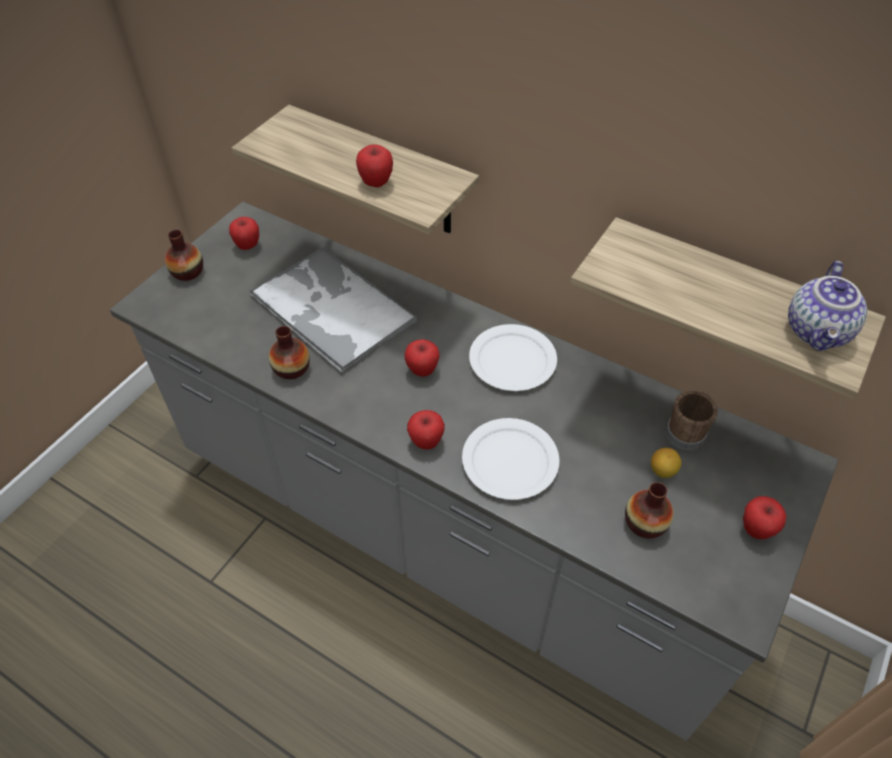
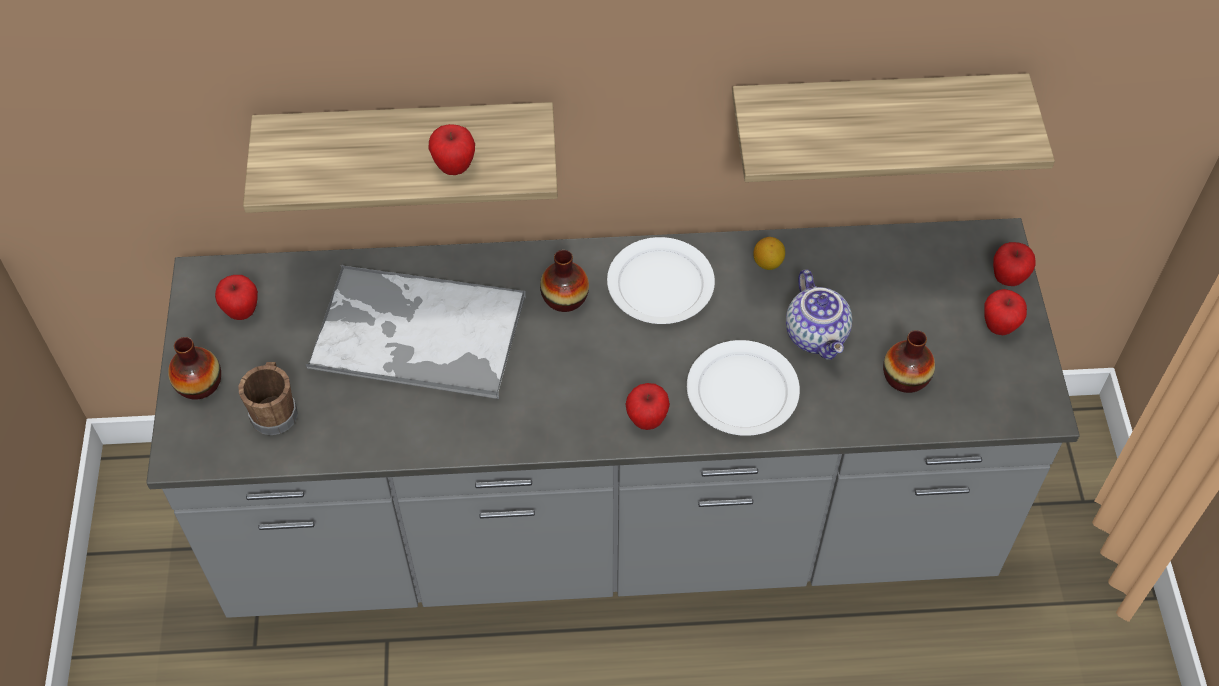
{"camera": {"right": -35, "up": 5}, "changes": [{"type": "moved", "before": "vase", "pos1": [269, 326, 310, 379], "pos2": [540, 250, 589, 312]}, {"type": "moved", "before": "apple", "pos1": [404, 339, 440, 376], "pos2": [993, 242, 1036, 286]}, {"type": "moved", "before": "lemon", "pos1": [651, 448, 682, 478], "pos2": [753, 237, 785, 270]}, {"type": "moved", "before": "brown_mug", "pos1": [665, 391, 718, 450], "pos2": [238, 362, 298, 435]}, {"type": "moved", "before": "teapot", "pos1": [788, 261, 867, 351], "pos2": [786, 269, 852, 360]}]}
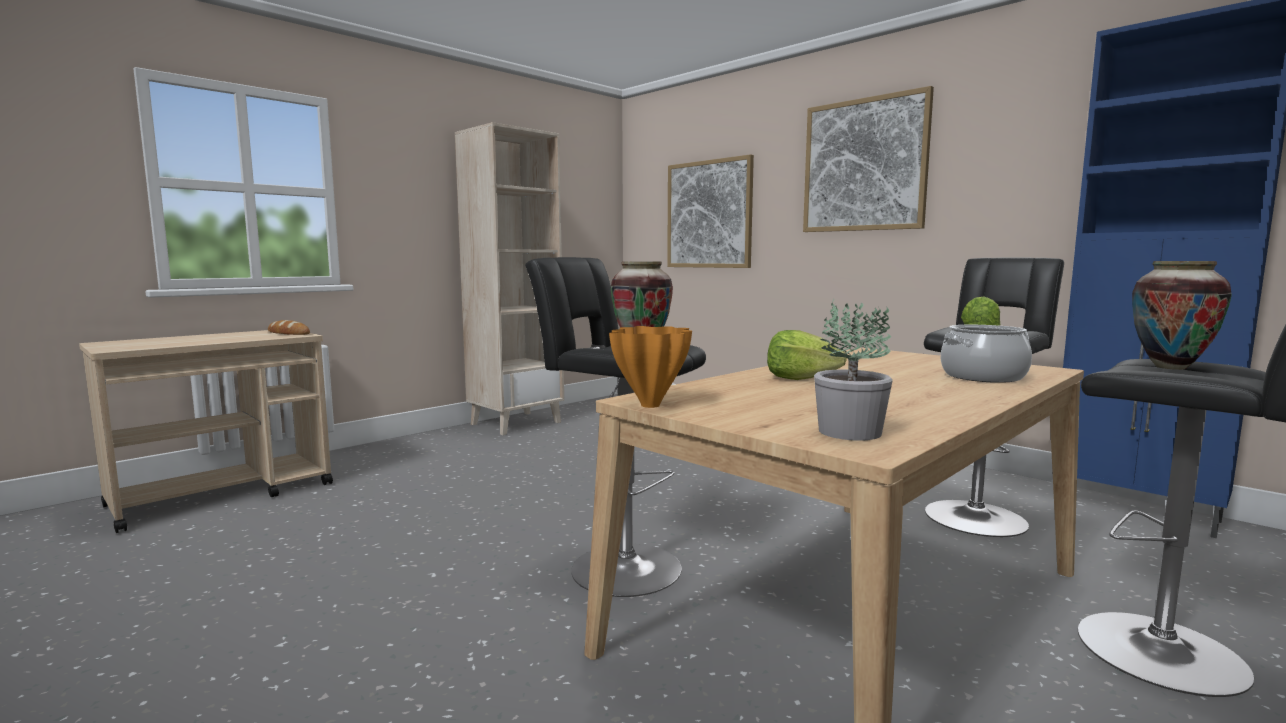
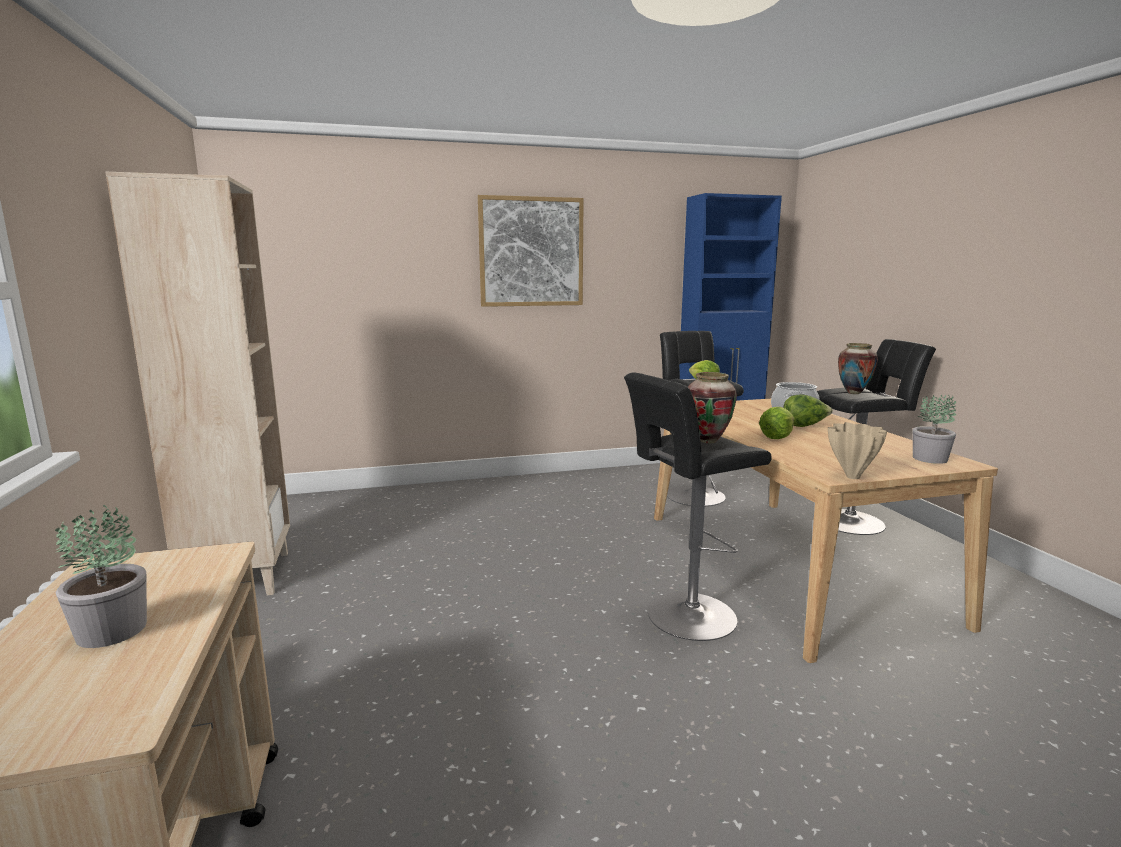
{"camera": {"right": -60, "up": 5}, "changes": [{"type": "removed", "before": "bread", "pos1": [268, 320, 310, 335]}, {"type": "removed", "before": "picture", "pos1": [667, 154, 754, 268]}, {"type": "added", "after": "potted_plant", "pos2": [55, 505, 147, 648]}, {"type": "added", "after": "lettuce", "pos2": [783, 394, 833, 427]}, {"type": "recoloured", "before": "orange_vase", "after": "beige_vase", "pos1": [609, 326, 692, 408], "pos2": [828, 422, 887, 479]}]}
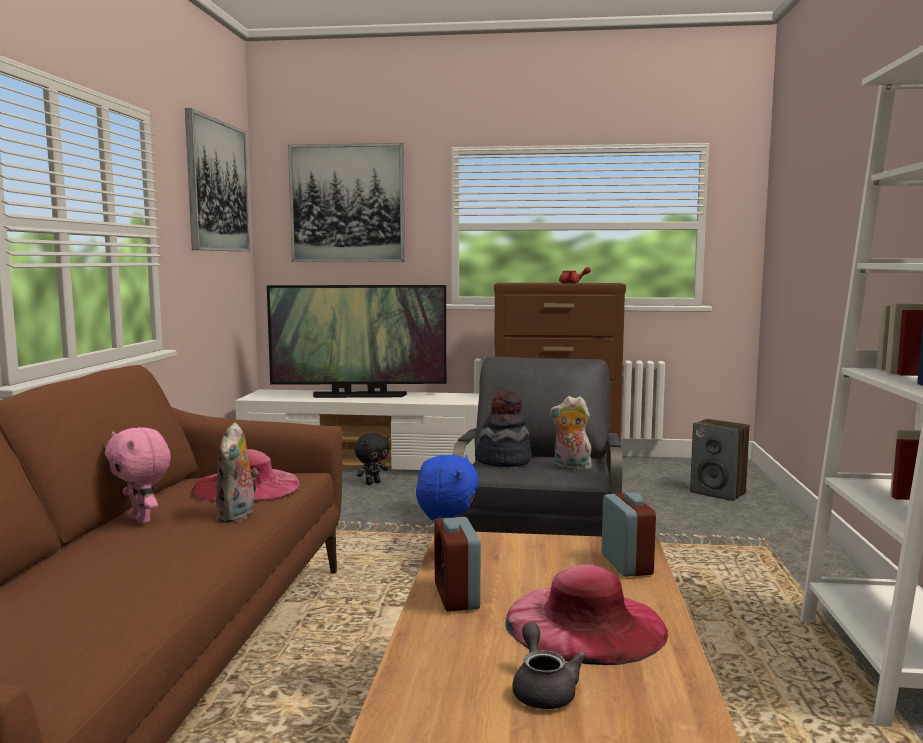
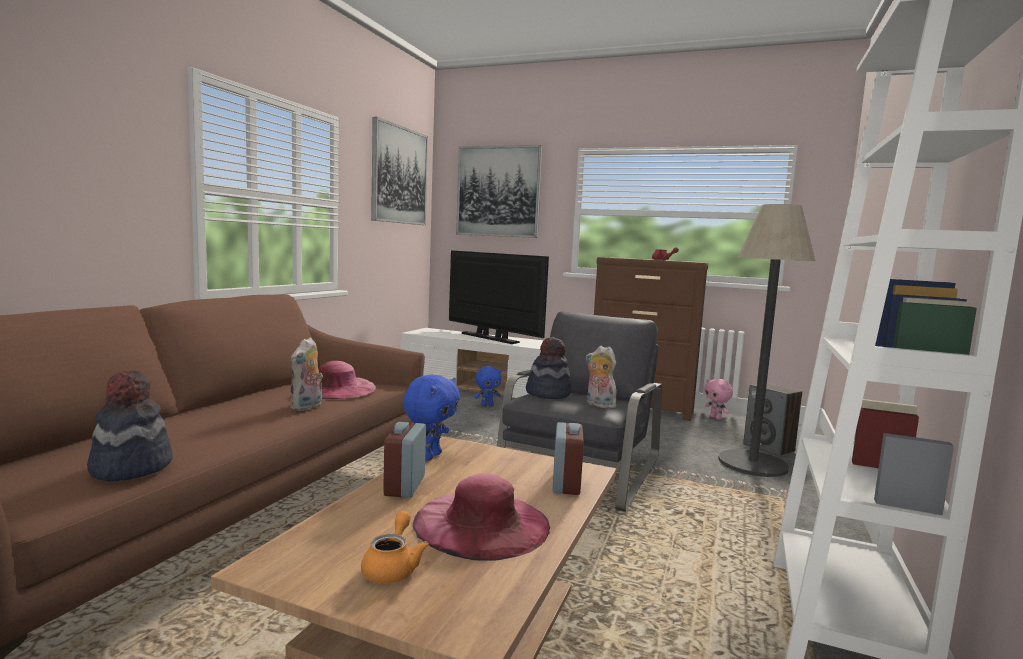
{"camera": {"right": 15, "up": 0}, "changes": [{"type": "added", "after": "hat", "pos2": [87, 370, 173, 482]}, {"type": "added", "after": "floor_lamp", "pos2": [718, 204, 815, 477]}, {"type": "moved", "before": "pink_plush_toy", "pos1": [105, 427, 171, 524], "pos2": [704, 379, 733, 420]}, {"type": "recoloured", "before": "black_plush_toy", "after": "blue_plush_toy", "pos1": [354, 433, 390, 485], "pos2": [475, 366, 502, 406]}, {"type": "recoloured", "before": "grey_teapot", "after": "orange_teapot", "pos1": [512, 622, 586, 709], "pos2": [361, 511, 429, 583]}, {"type": "turned", "before": "television", "pos1": [267, 285, 446, 398], "pos2": [449, 250, 549, 344], "turn": -150}]}
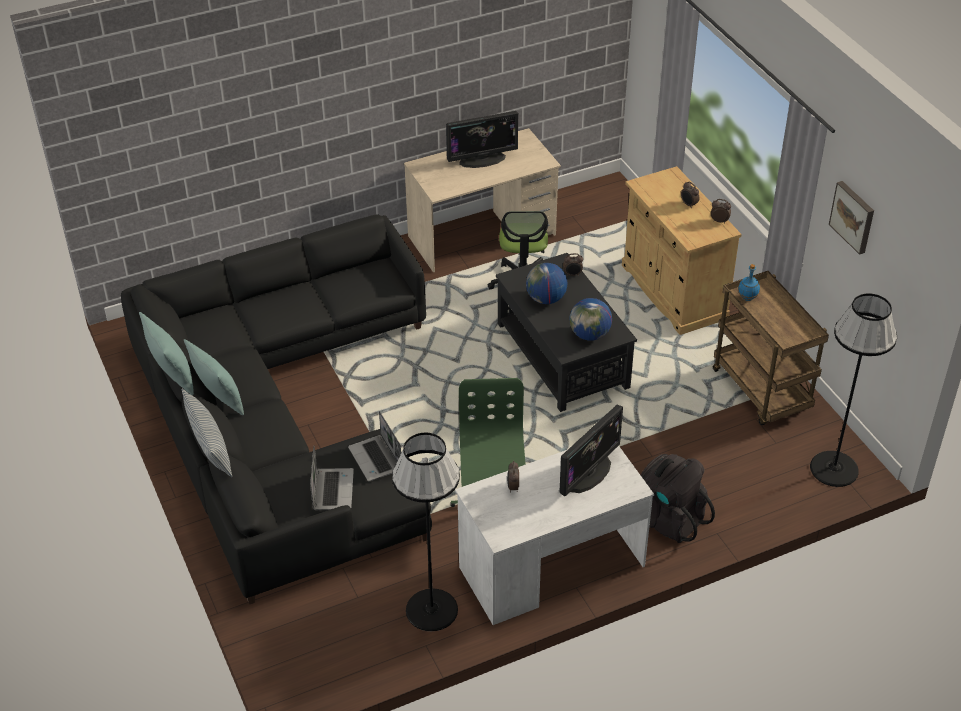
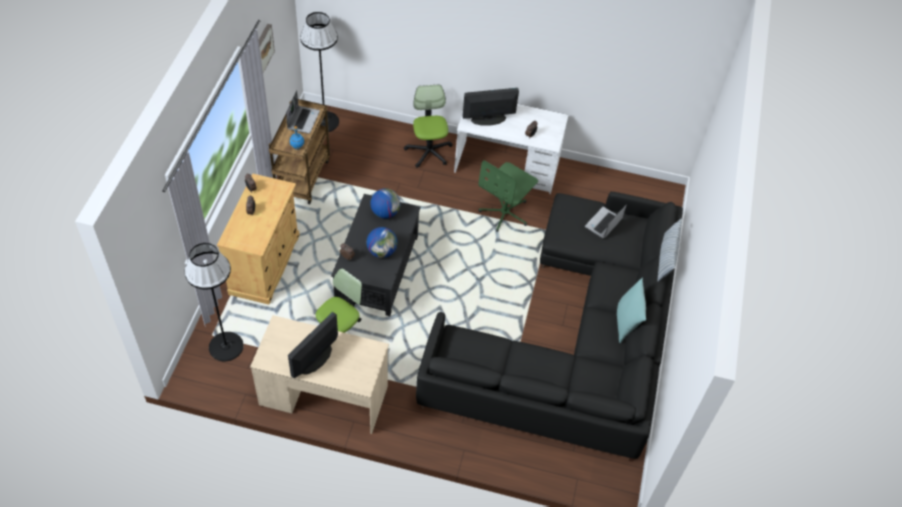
{"camera": {"right": -145, "up": 10}, "changes": [{"type": "removed", "before": "turquoise_pillow", "pos1": [139, 312, 194, 395]}, {"type": "moved", "before": "laptop", "pos1": [348, 411, 401, 481], "pos2": [286, 90, 320, 134]}, {"type": "moved", "before": "black_floor_lamp", "pos1": [392, 433, 460, 631], "pos2": [185, 243, 244, 361]}, {"type": "replaced", "before": "black_backpack", "after": "office_chair", "pos1": [641, 454, 715, 543], "pos2": [404, 85, 453, 168]}, {"type": "turned", "before": "monitor", "pos1": [446, 111, 518, 168], "pos2": [288, 312, 338, 378], "turn": -75}]}
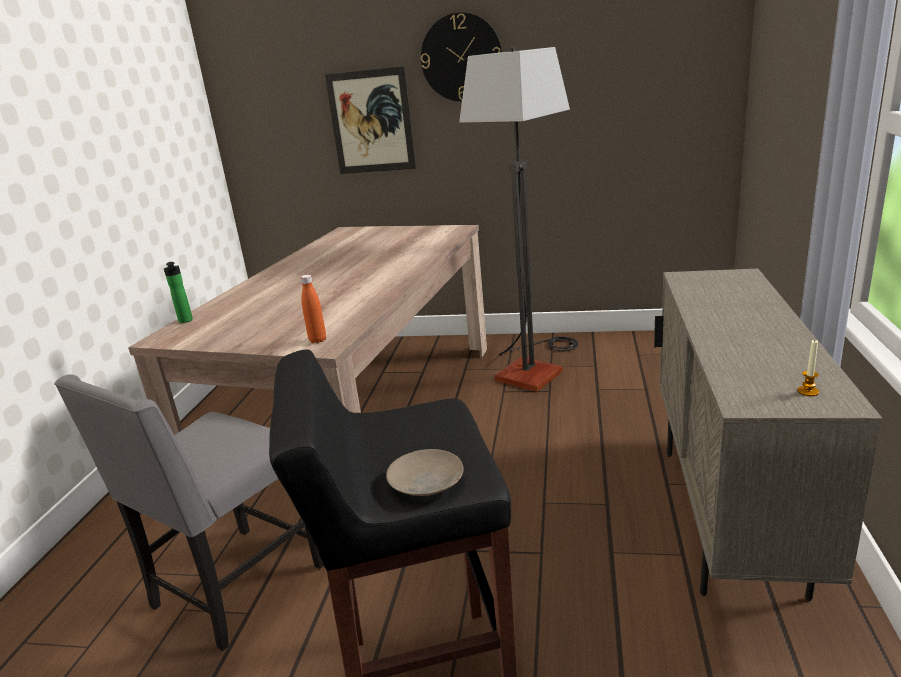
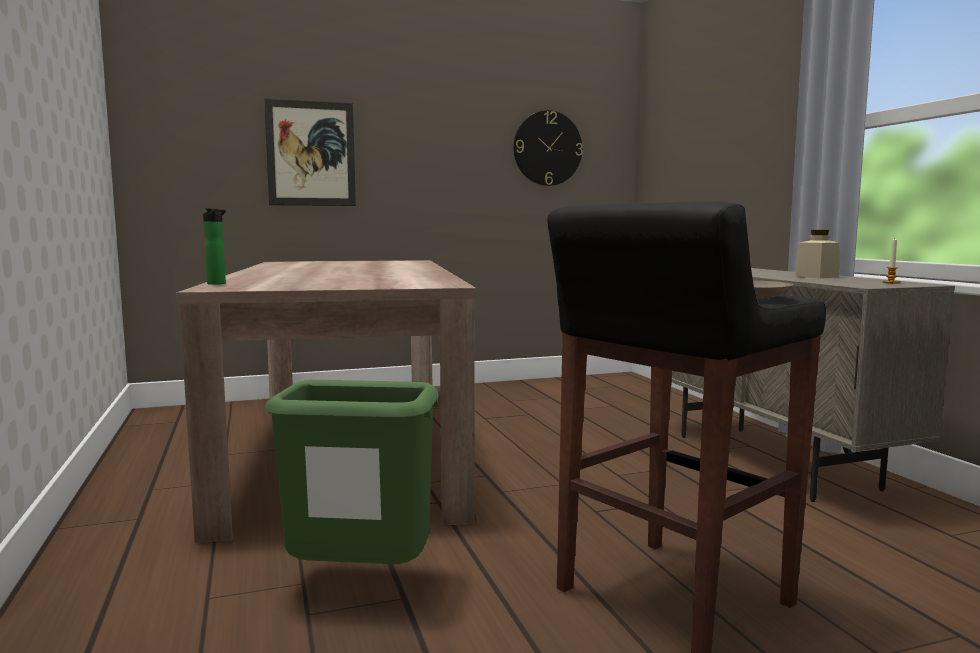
{"camera": {"right": -30, "up": -15}, "changes": [{"type": "removed", "before": "orange_bottle", "pos1": [300, 275, 326, 343]}, {"type": "removed", "before": "floor_lamp", "pos1": [459, 46, 578, 392]}, {"type": "added", "after": "beige_jar", "pos2": [795, 230, 840, 278]}, {"type": "moved", "before": "wall_clock", "pos1": [421, 12, 502, 101], "pos2": [514, 110, 583, 186]}, {"type": "replaced", "before": "grey_chair", "after": "green_trash_can", "pos1": [54, 374, 323, 651], "pos2": [265, 380, 439, 584]}]}
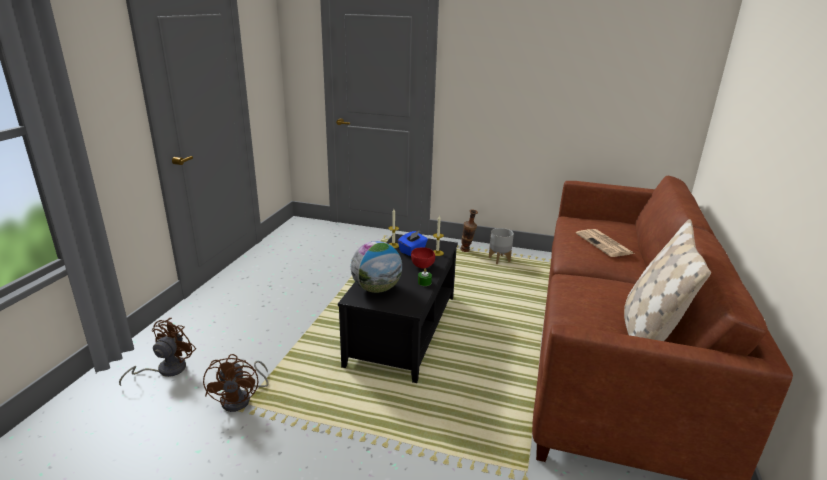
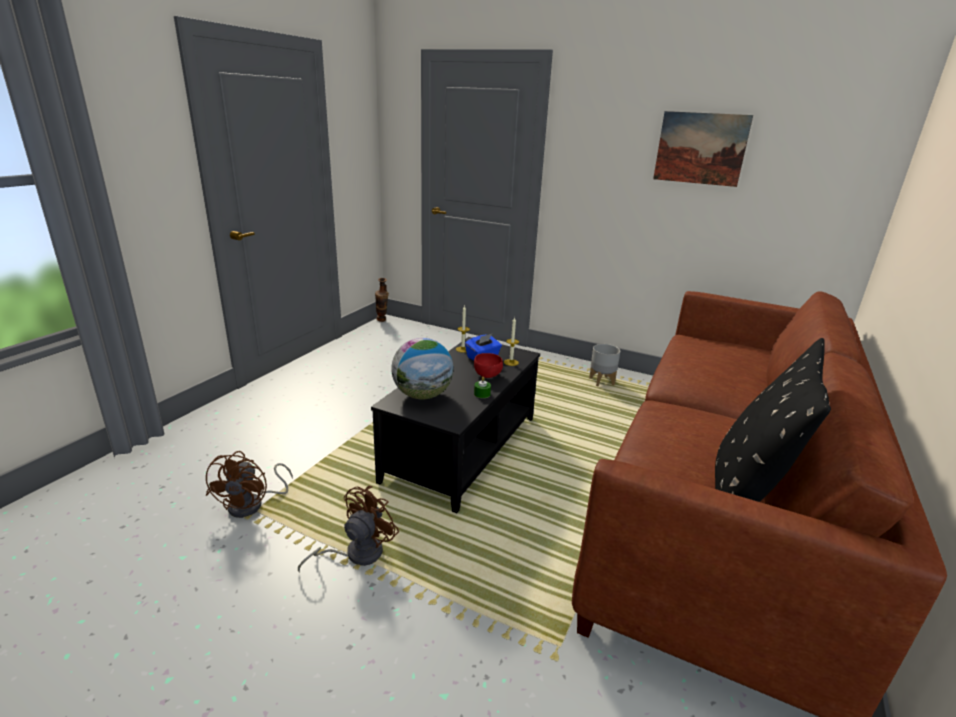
{"camera": {"right": 10, "up": 0}, "changes": [{"type": "removed", "before": "newspaper", "pos1": [576, 229, 634, 257]}, {"type": "added", "after": "picture", "pos2": [653, 111, 753, 187]}, {"type": "moved", "before": "brown_fan", "pos1": [119, 318, 196, 386], "pos2": [298, 486, 399, 573]}, {"type": "moved", "before": "vase", "pos1": [460, 210, 478, 252], "pos2": [375, 278, 389, 322]}, {"type": "recoloured", "before": "beige_pillow", "after": "black_pillow", "pos1": [624, 219, 711, 341], "pos2": [715, 338, 831, 502]}]}
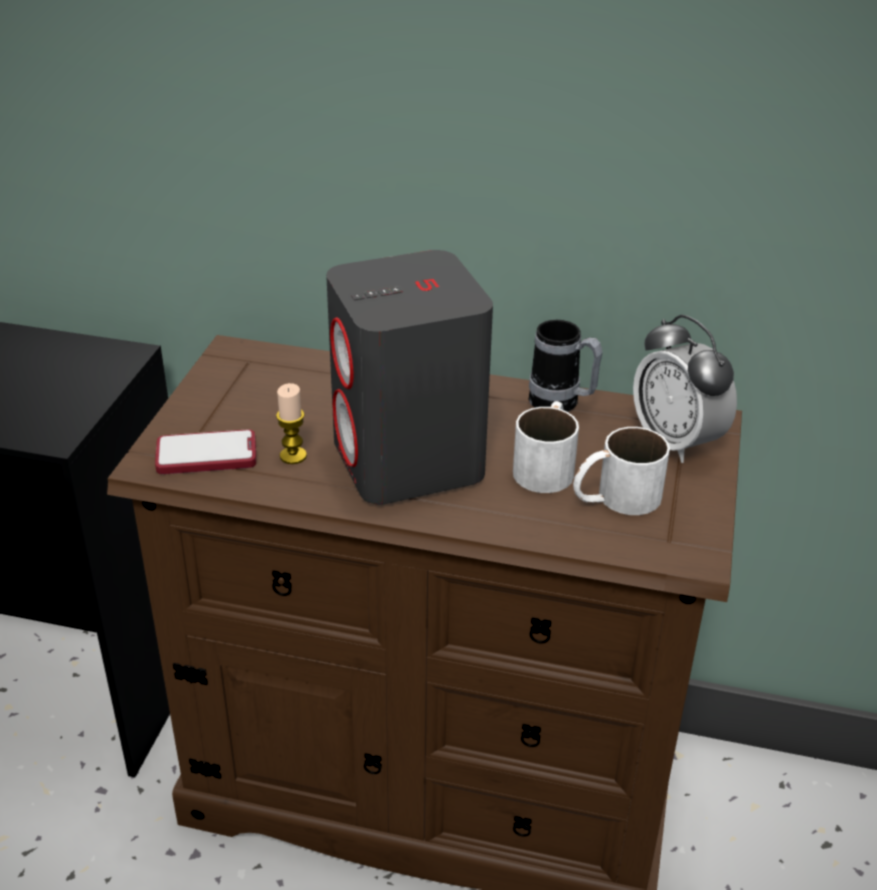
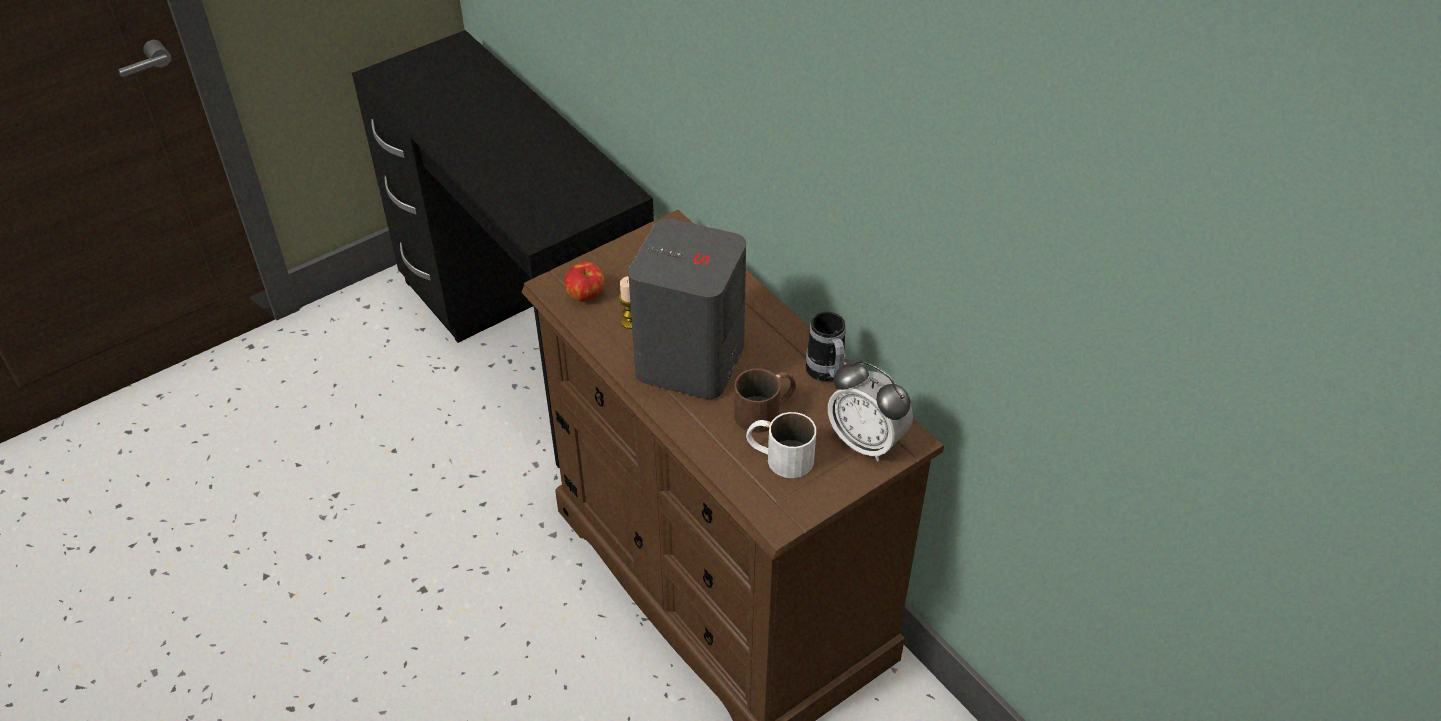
{"camera": {"right": 40, "up": 10}, "changes": [{"type": "replaced", "before": "phone", "after": "apple", "pos1": [155, 429, 256, 474], "pos2": [564, 262, 604, 301]}, {"type": "recoloured", "before": "white_mug", "after": "brown_mug", "pos1": [513, 401, 579, 493], "pos2": [734, 368, 796, 433]}, {"type": "turned", "before": "alarm_clock", "pos1": [633, 315, 737, 463], "pos2": [828, 361, 913, 461], "turn": -60}]}
